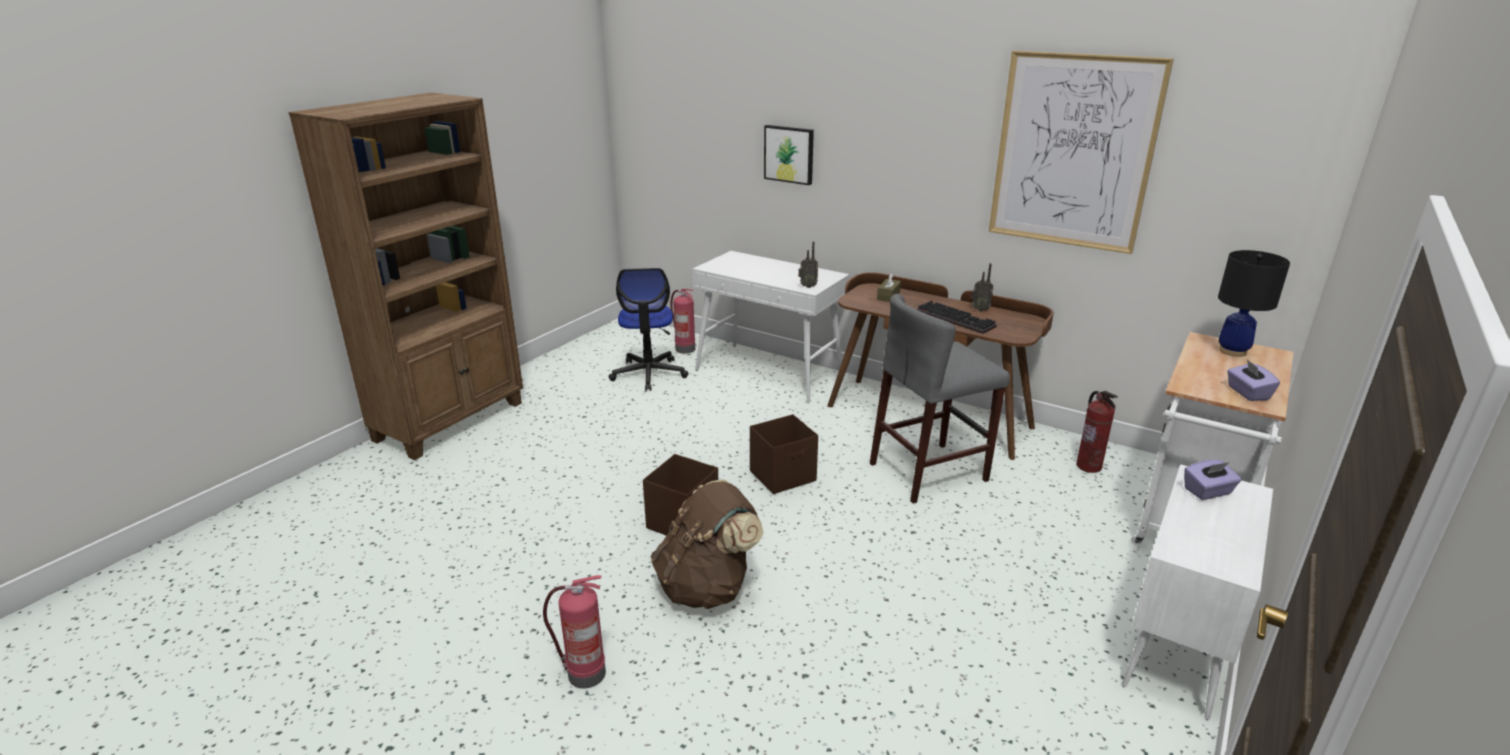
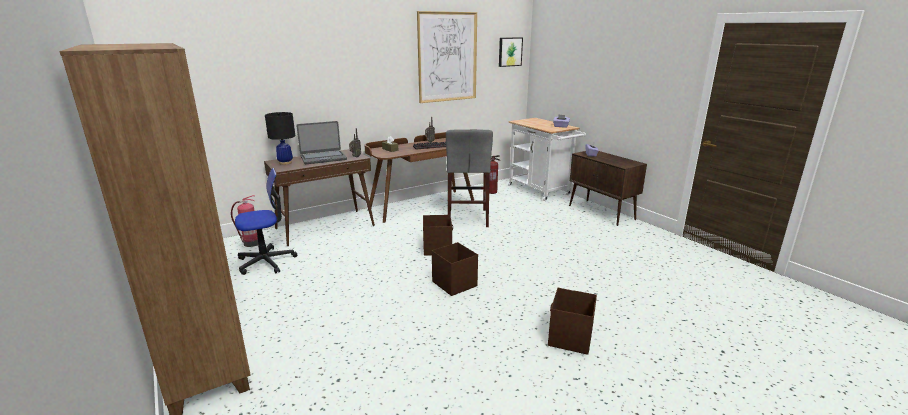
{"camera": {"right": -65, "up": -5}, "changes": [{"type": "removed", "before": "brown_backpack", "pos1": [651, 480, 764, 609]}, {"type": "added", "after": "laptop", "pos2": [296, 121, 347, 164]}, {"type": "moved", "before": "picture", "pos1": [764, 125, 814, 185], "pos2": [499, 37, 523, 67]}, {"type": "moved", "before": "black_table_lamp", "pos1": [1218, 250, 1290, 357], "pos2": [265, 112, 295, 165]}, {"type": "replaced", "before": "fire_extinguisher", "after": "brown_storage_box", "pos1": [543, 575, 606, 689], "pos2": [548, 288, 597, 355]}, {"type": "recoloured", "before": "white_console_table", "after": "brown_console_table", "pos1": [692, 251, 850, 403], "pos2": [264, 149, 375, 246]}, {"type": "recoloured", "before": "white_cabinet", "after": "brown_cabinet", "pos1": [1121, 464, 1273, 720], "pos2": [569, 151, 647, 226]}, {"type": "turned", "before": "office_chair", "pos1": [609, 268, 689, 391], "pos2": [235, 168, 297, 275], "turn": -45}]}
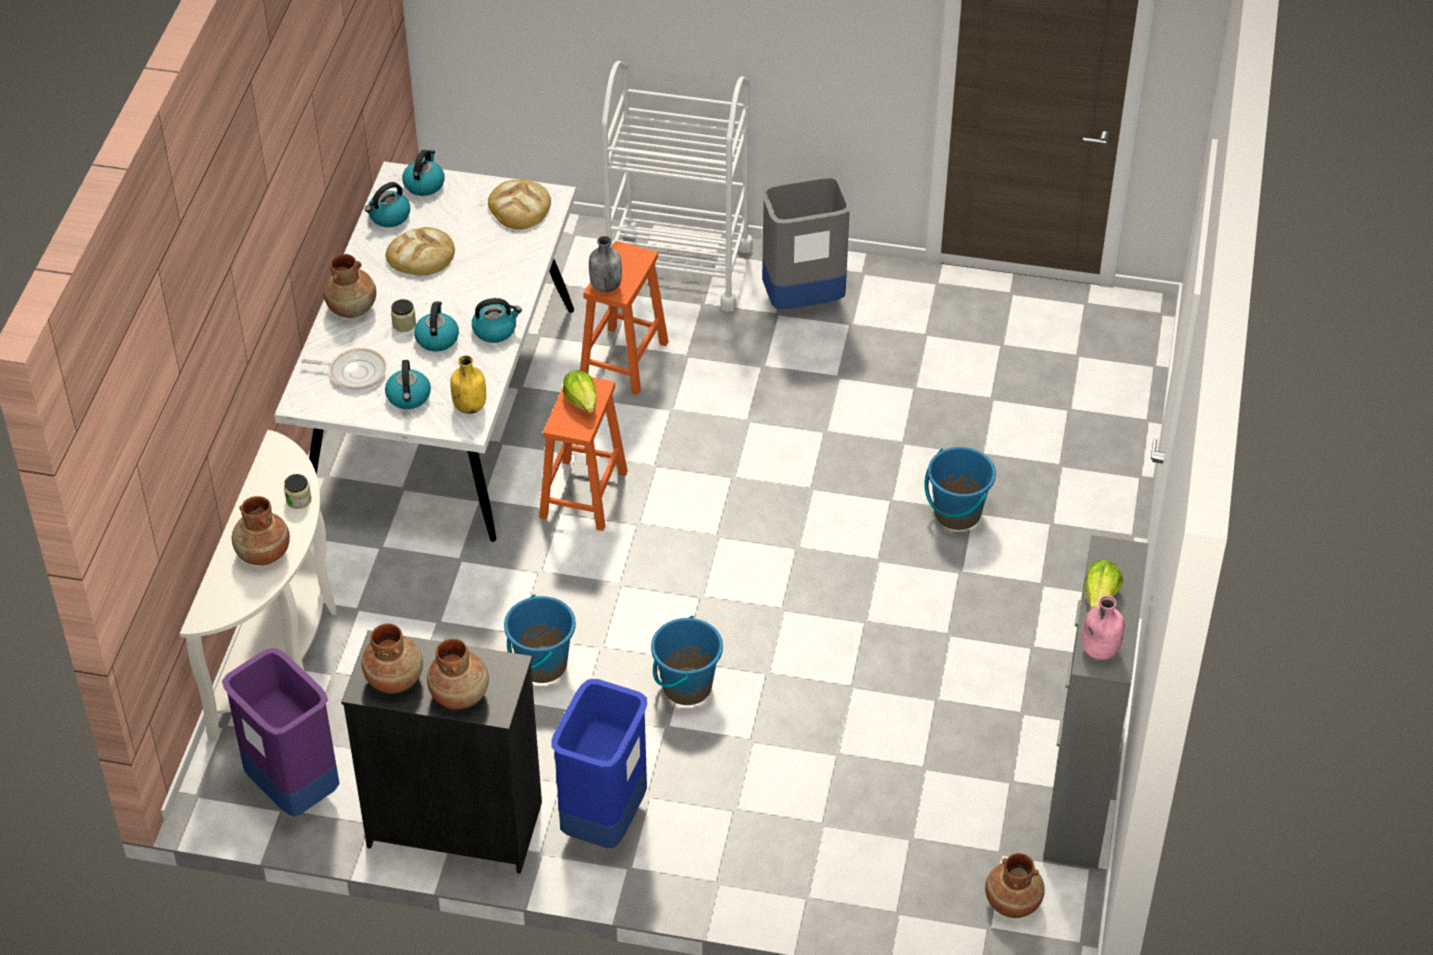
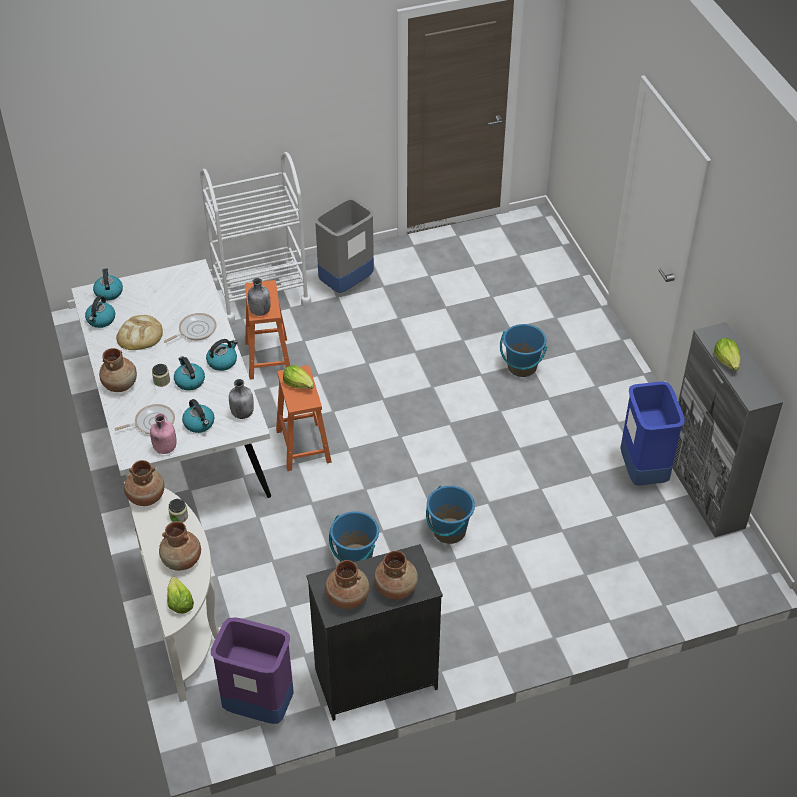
{"camera": {"right": -30, "up": 0}, "changes": [{"type": "removed", "before": "bread", "pos1": [488, 180, 551, 230]}, {"type": "added", "after": "frying_pan", "pos2": [164, 313, 217, 343]}, {"type": "added", "after": "lettuce", "pos2": [167, 577, 194, 614]}, {"type": "moved", "before": "blue_trash_can", "pos1": [551, 679, 647, 848], "pos2": [620, 381, 685, 486]}, {"type": "moved", "before": "brown_vase", "pos1": [985, 853, 1045, 918], "pos2": [124, 460, 165, 506]}, {"type": "moved", "before": "pink_bottle", "pos1": [1082, 596, 1124, 660], "pos2": [150, 414, 177, 454]}, {"type": "recoloured", "before": "yellow_bottle", "after": "grey_bottle", "pos1": [450, 355, 486, 414], "pos2": [229, 379, 254, 419]}]}
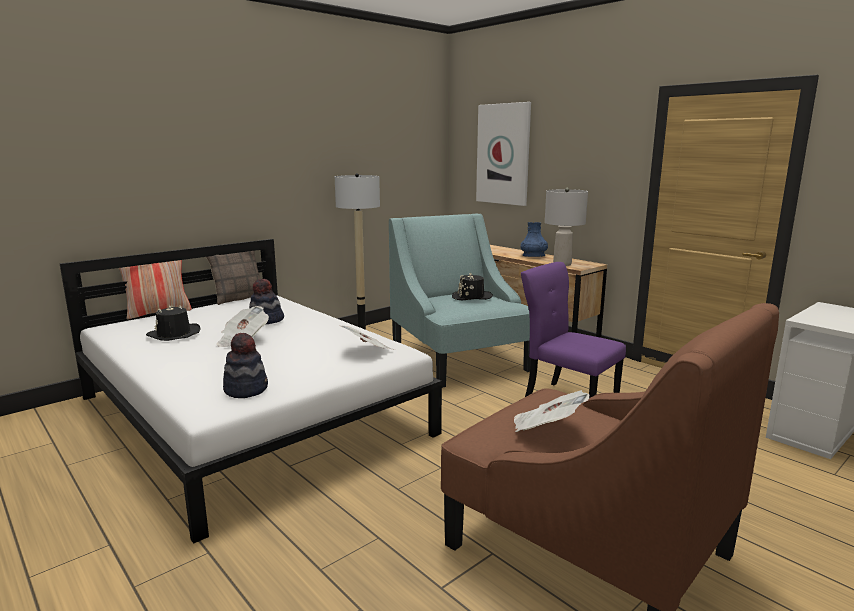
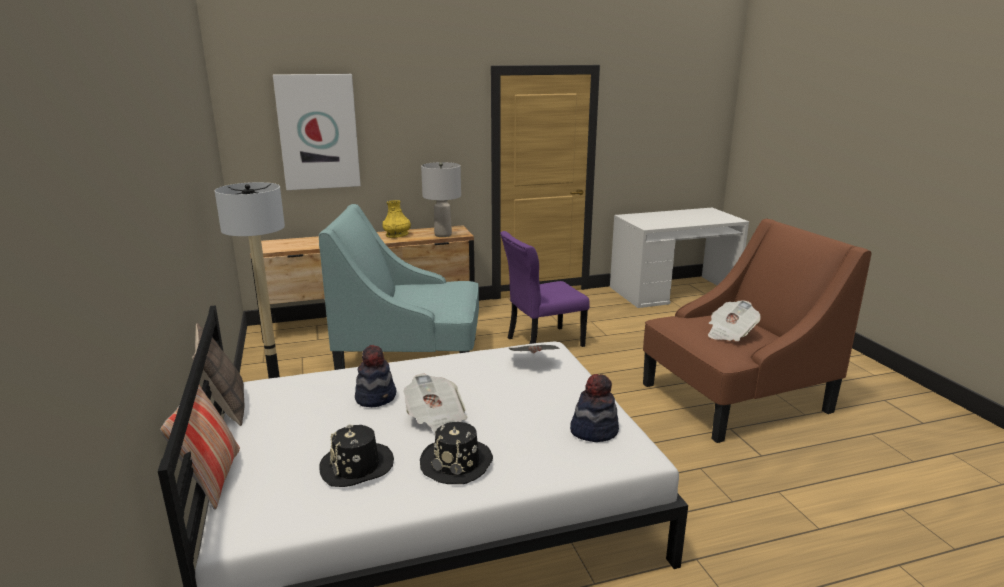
{"camera": {"right": -65, "up": 5}, "changes": [{"type": "moved", "before": "black_hat", "pos1": [452, 273, 493, 300], "pos2": [420, 422, 493, 484]}, {"type": "recoloured", "before": "blue_vase", "after": "yellow_vase", "pos1": [520, 222, 548, 257], "pos2": [382, 200, 411, 238]}]}
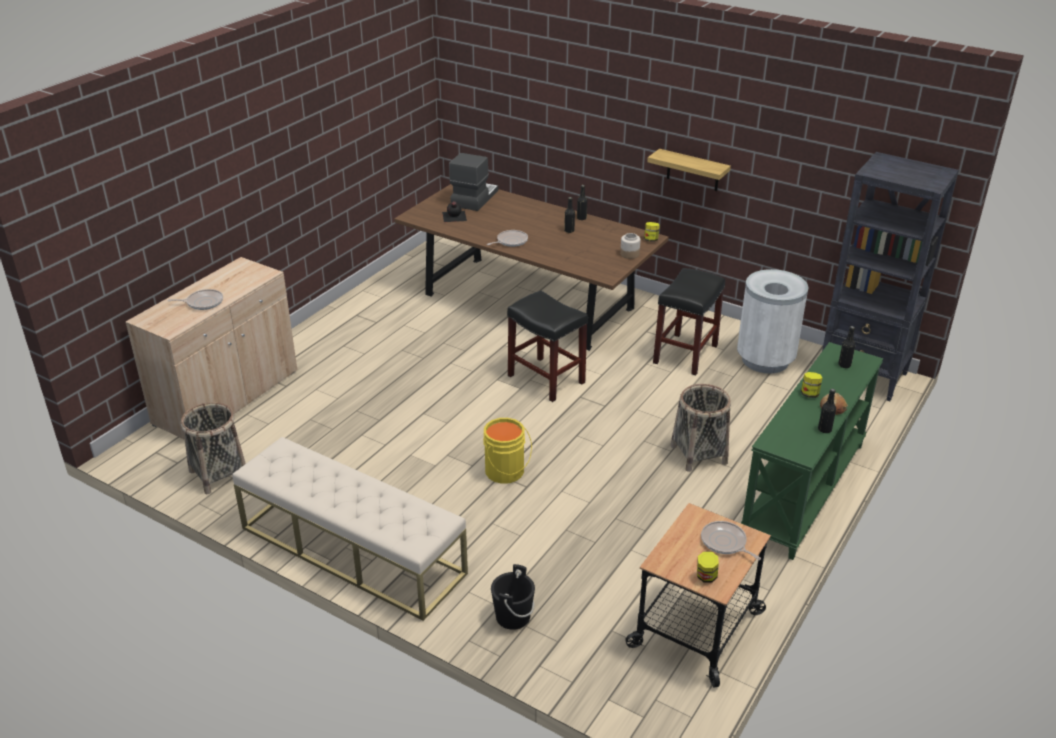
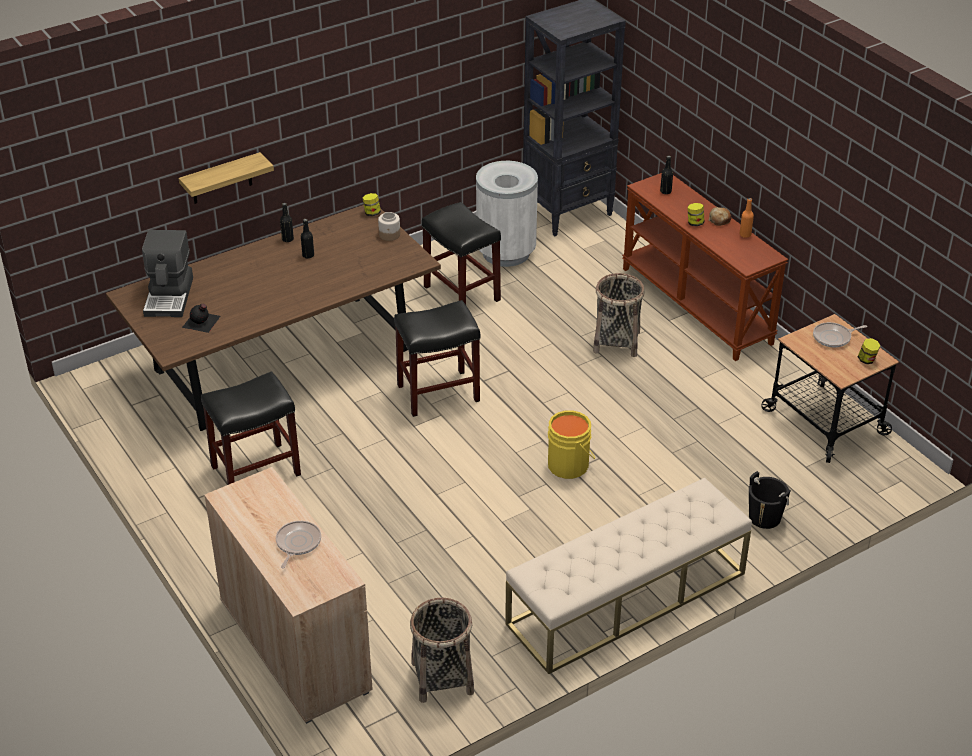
{"camera": {"right": -65, "up": 5}, "changes": [{"type": "removed", "before": "frying_pan", "pos1": [487, 230, 528, 247]}, {"type": "added", "after": "black_stool", "pos2": [201, 371, 301, 485]}, {"type": "moved", "before": "shelf", "pos1": [647, 149, 731, 191], "pos2": [179, 152, 274, 204]}, {"type": "recoloured", "before": "green_console_table", "after": "brown_console_table", "pos1": [741, 342, 883, 560], "pos2": [622, 173, 788, 361]}, {"type": "recoloured", "before": "black_bottle", "after": "orange_bottle", "pos1": [818, 389, 836, 433], "pos2": [739, 198, 754, 238]}, {"type": "turned", "before": "coffee_machine", "pos1": [449, 153, 498, 211], "pos2": [142, 230, 193, 317], "turn": -135}]}
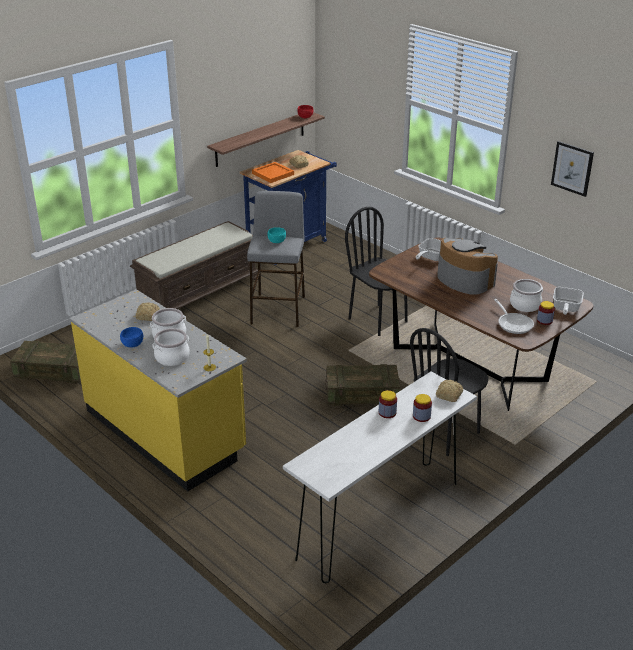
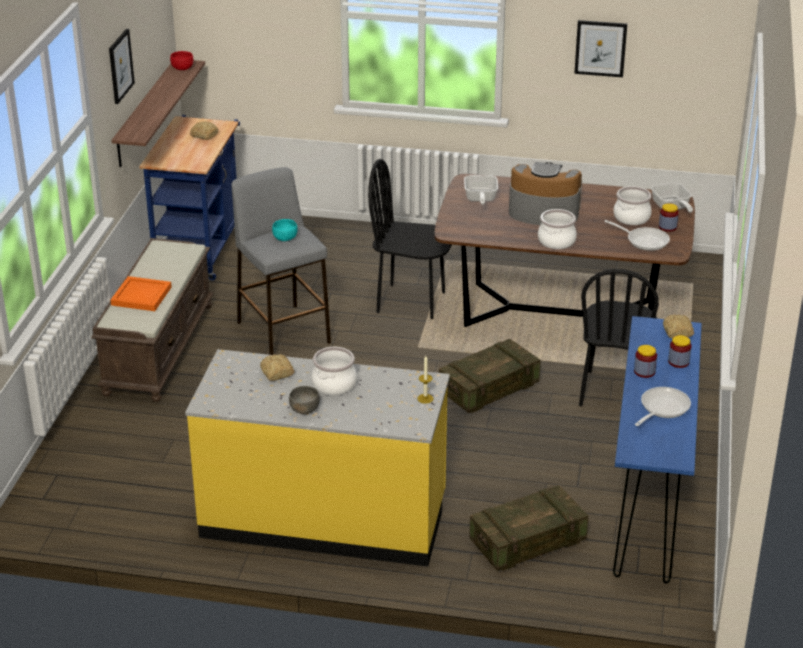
{"camera": {"right": -35, "up": 0}, "changes": [{"type": "added", "after": "picture", "pos2": [109, 29, 135, 104]}, {"type": "added", "after": "frying_pan", "pos2": [635, 387, 691, 426]}, {"type": "moved", "before": "crate", "pos1": [10, 341, 81, 384], "pos2": [469, 485, 589, 571]}, {"type": "moved", "before": "cooking_pot", "pos1": [152, 328, 190, 366], "pos2": [538, 209, 577, 249]}, {"type": "moved", "before": "orange_tray", "pos1": [252, 162, 294, 183], "pos2": [110, 276, 172, 311]}, {"type": "recoloured", "before": "blue_bowl", "after": "grey_bowl", "pos1": [120, 327, 143, 348], "pos2": [289, 386, 320, 414]}, {"type": "recoloured", "before": "white_console_table", "after": "blue_console_table", "pos1": [283, 371, 477, 583], "pos2": [613, 316, 702, 583]}]}
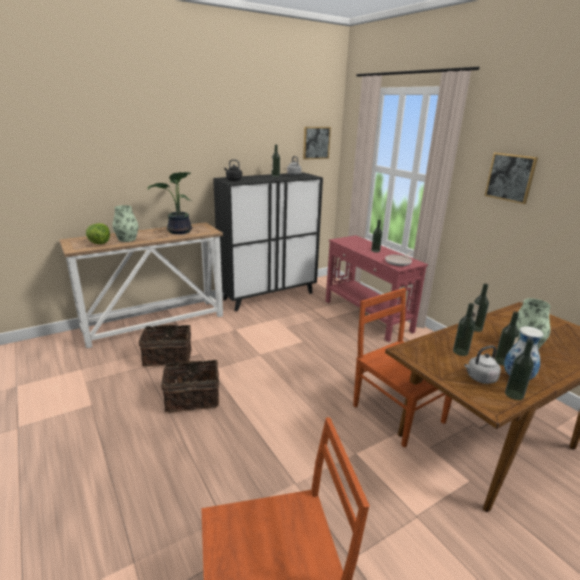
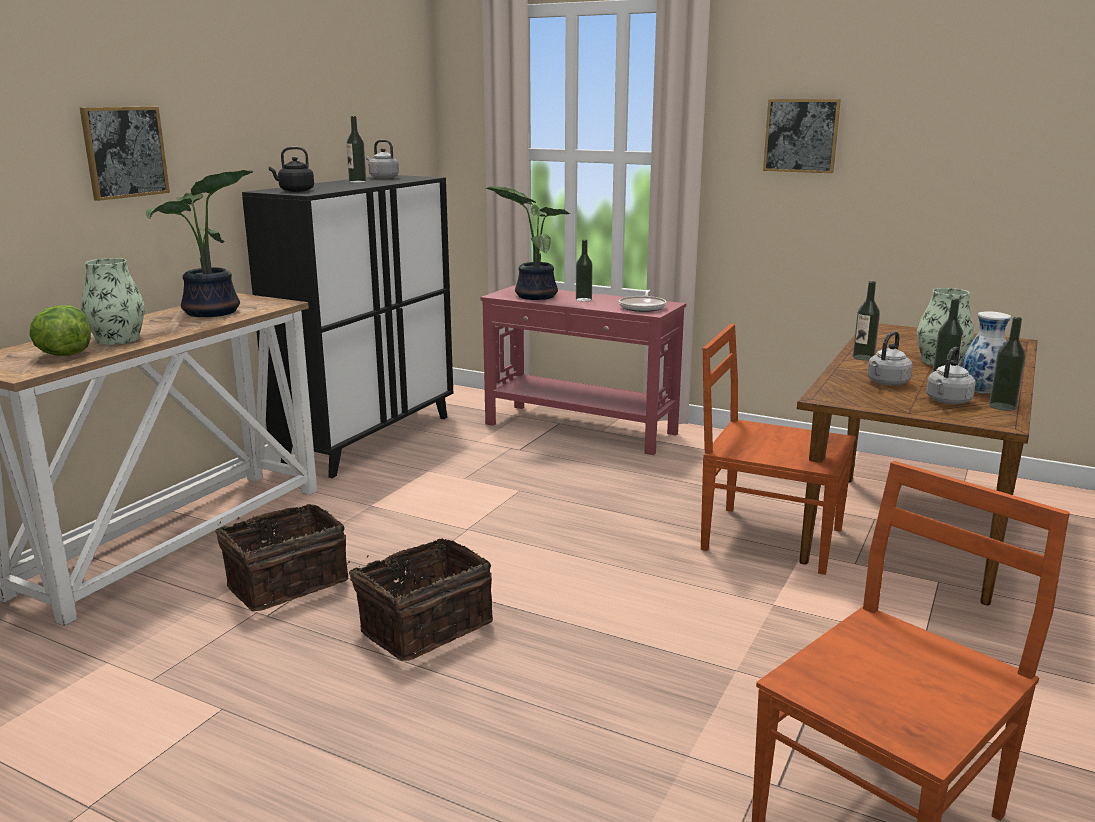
{"camera": {"right": -30, "up": -5}, "changes": [{"type": "added", "after": "potted_plant", "pos2": [486, 186, 570, 300]}, {"type": "moved", "before": "picture", "pos1": [303, 127, 331, 160], "pos2": [80, 107, 170, 201]}, {"type": "replaced", "before": "bottle", "after": "grey_kettle", "pos1": [453, 303, 475, 356], "pos2": [867, 331, 913, 386]}]}
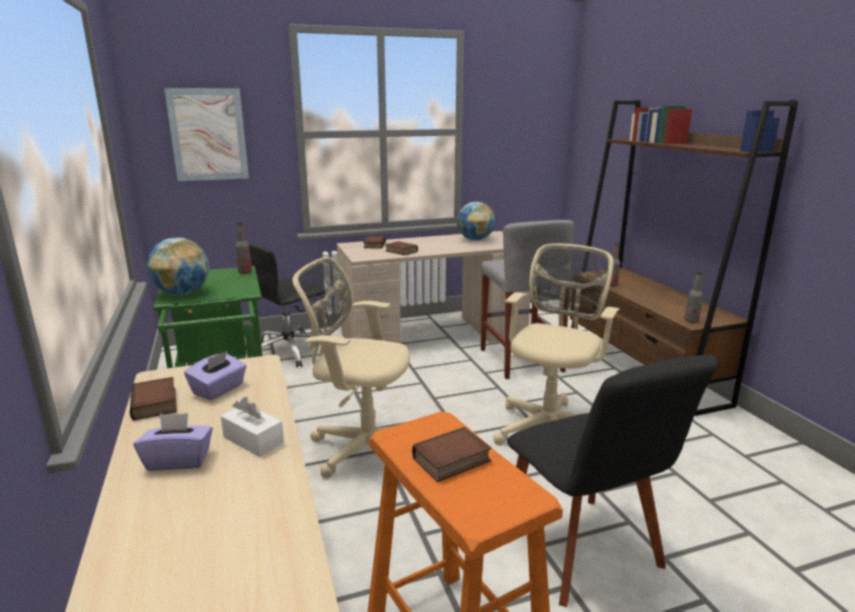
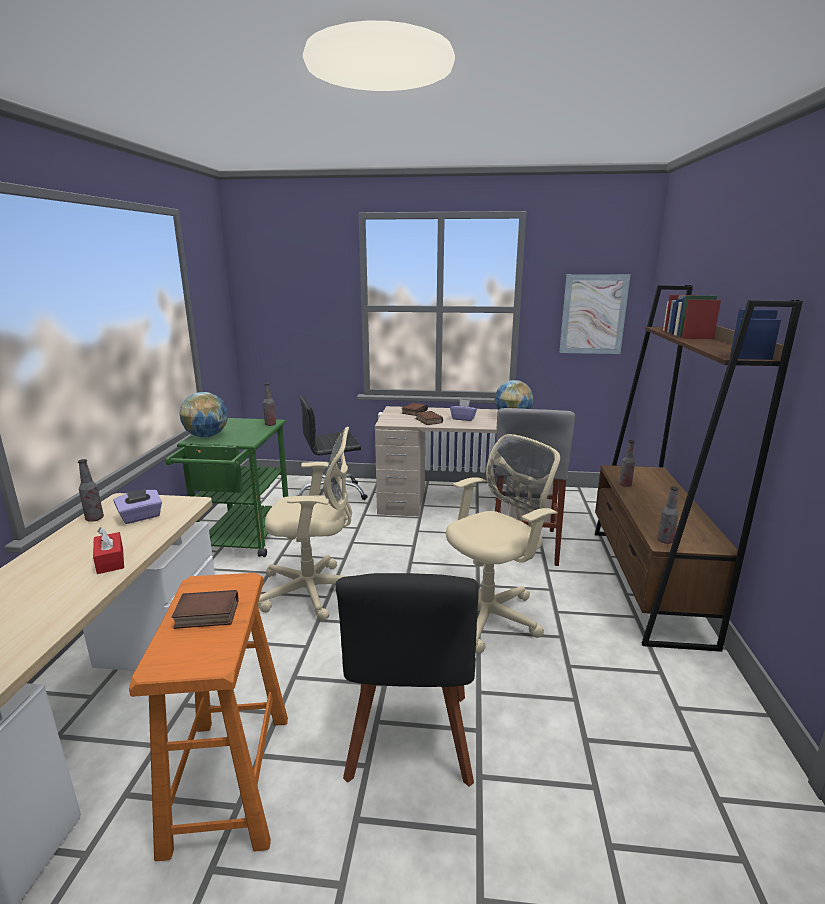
{"camera": {"right": 25, "up": 0}, "changes": [{"type": "moved", "before": "purple_tissue_box", "pos1": [134, 413, 213, 471], "pos2": [450, 399, 477, 421]}, {"type": "moved", "before": "picture", "pos1": [164, 88, 249, 181], "pos2": [559, 274, 630, 354]}, {"type": "replaced", "before": "book", "after": "bottle", "pos1": [130, 377, 177, 421], "pos2": [78, 459, 104, 522]}, {"type": "recoloured", "before": "white_tissue_box", "after": "red_tissue_box", "pos1": [221, 397, 284, 457], "pos2": [93, 527, 124, 574]}, {"type": "turned", "before": "beige_office_chair", "pos1": [292, 257, 410, 478], "pos2": [258, 427, 352, 622], "turn": 135}]}
